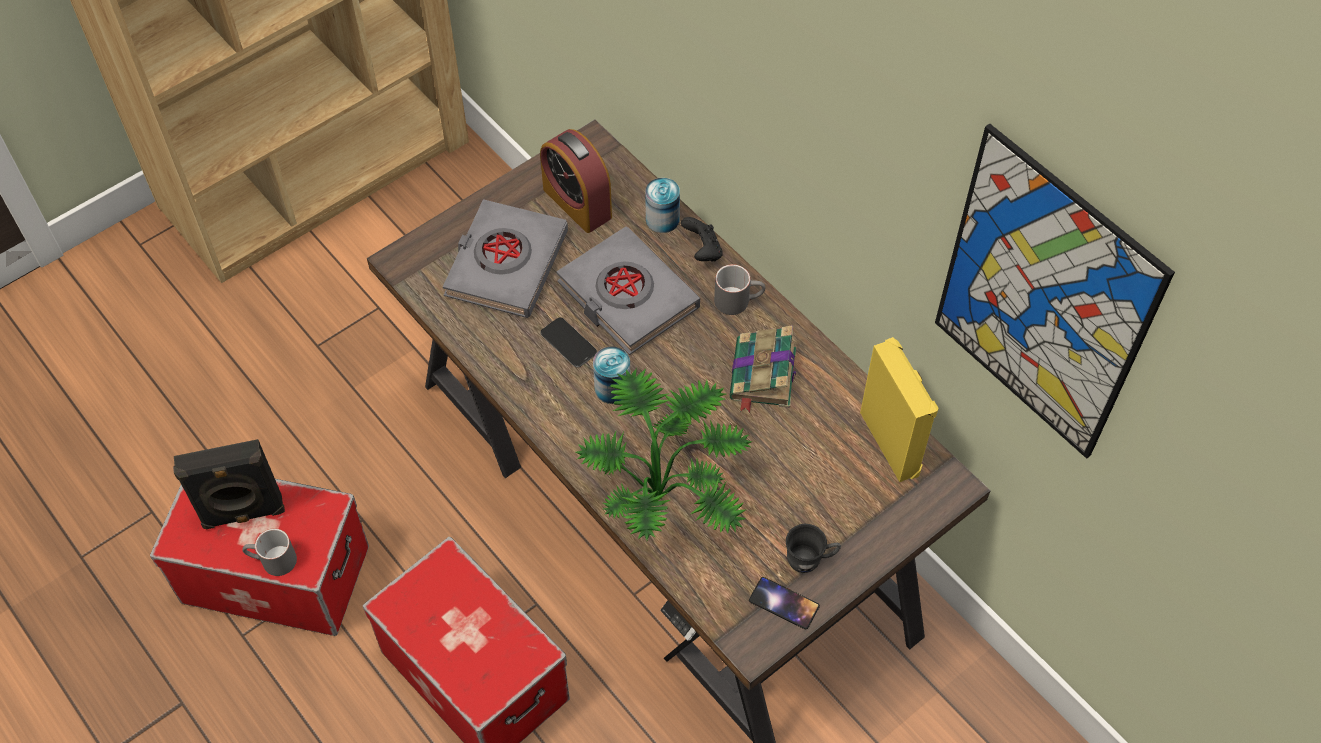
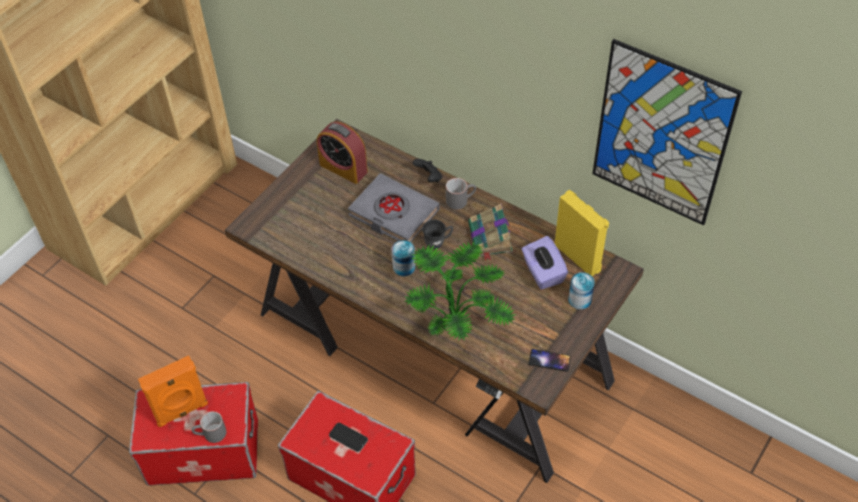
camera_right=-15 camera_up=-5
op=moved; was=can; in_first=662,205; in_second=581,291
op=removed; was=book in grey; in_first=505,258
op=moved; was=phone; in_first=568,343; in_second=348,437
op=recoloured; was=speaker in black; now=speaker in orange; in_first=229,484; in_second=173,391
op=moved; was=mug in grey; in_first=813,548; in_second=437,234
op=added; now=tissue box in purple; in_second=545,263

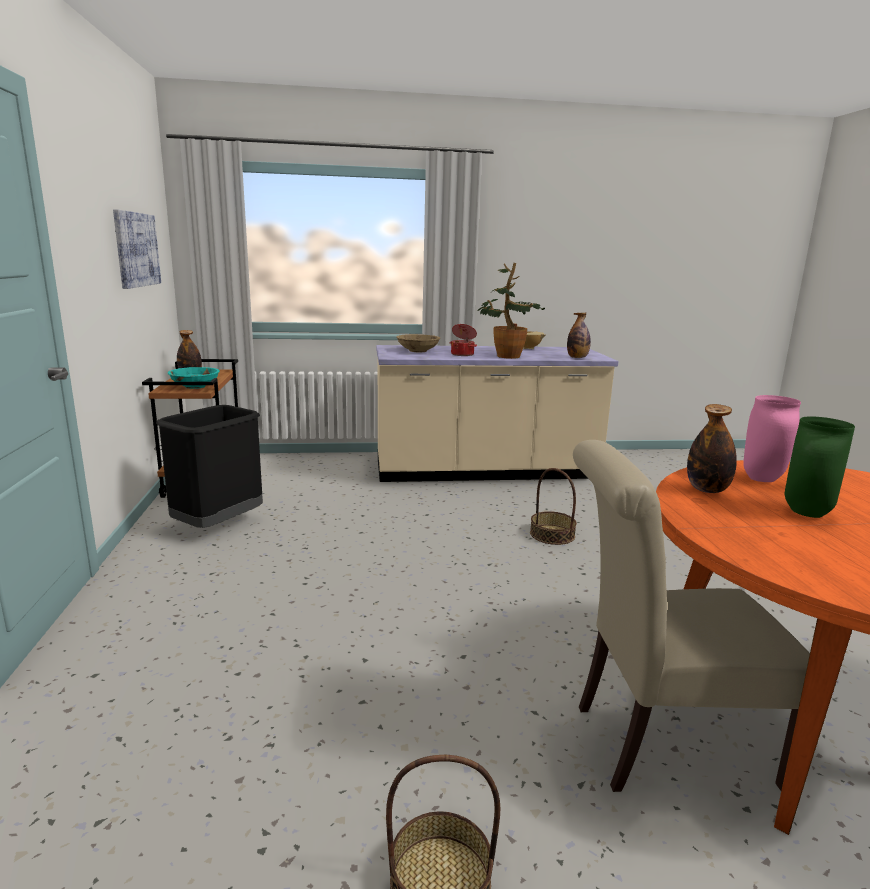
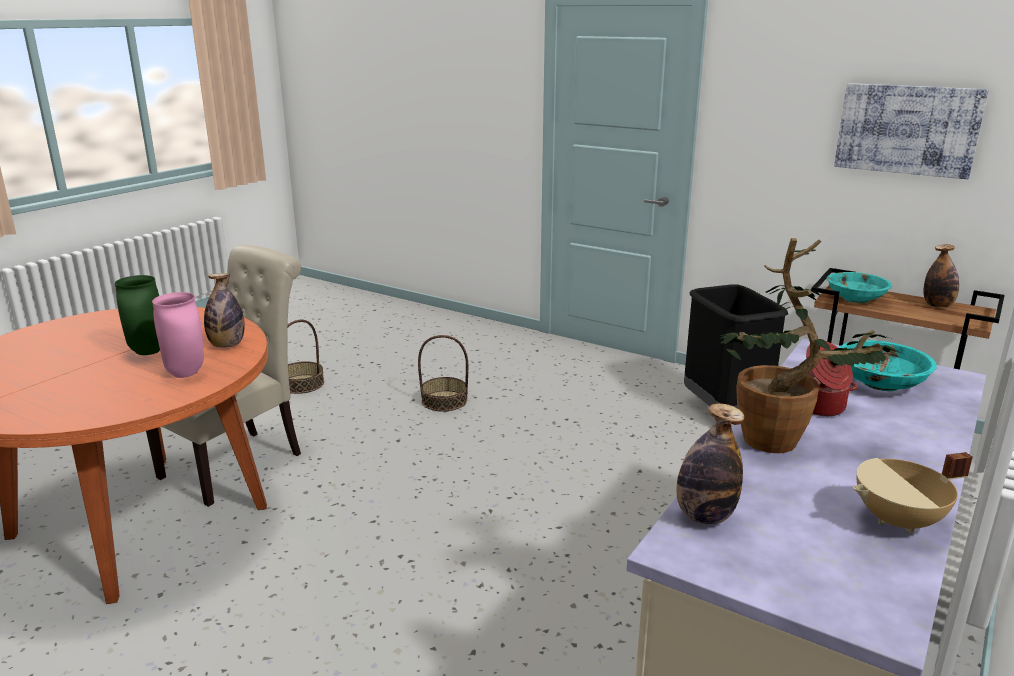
camera_right=130 camera_up=5
op=recoloured; was=bowl in beige; now=bowl in turquoise; in_first=418,343; in_second=888,365
op=moved; was=basket; in_first=553,506; in_second=443,373

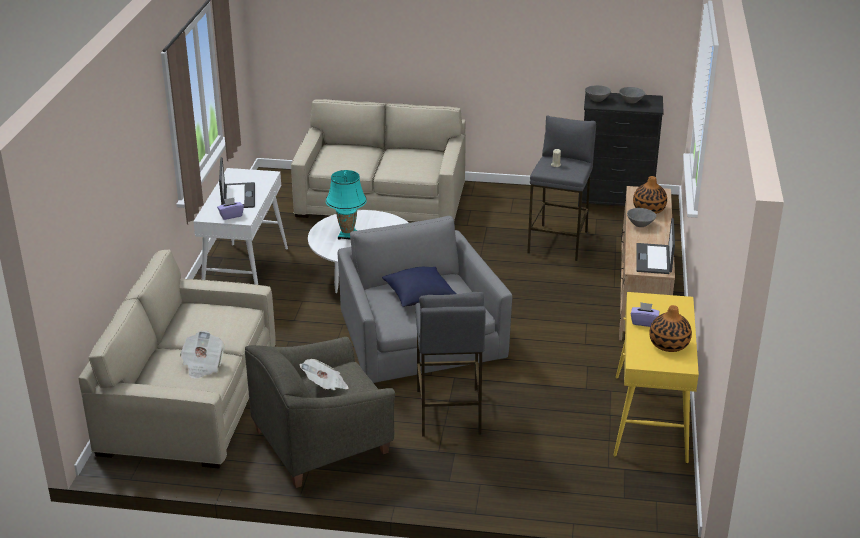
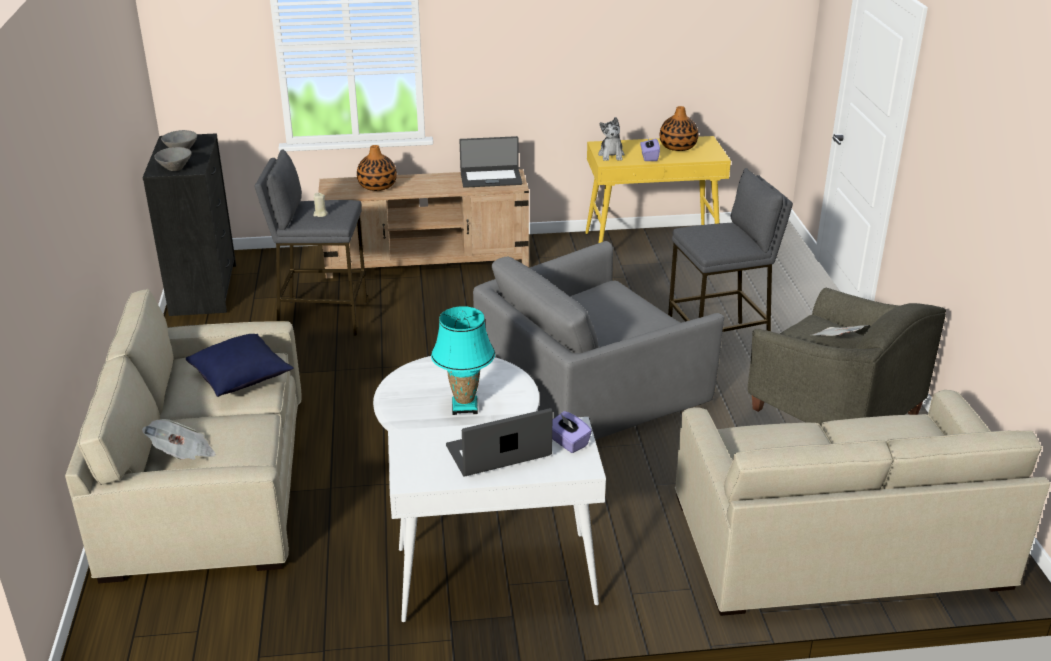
camera_right=-105 camera_up=0
op=removed; was=bowl in grey; in_first=641,217
op=moved; was=pillow in blue; in_first=419,287; in_second=240,365
op=moved; was=newspaper; in_first=202,355; in_second=179,439
op=added; now=plush toy; in_second=611,139

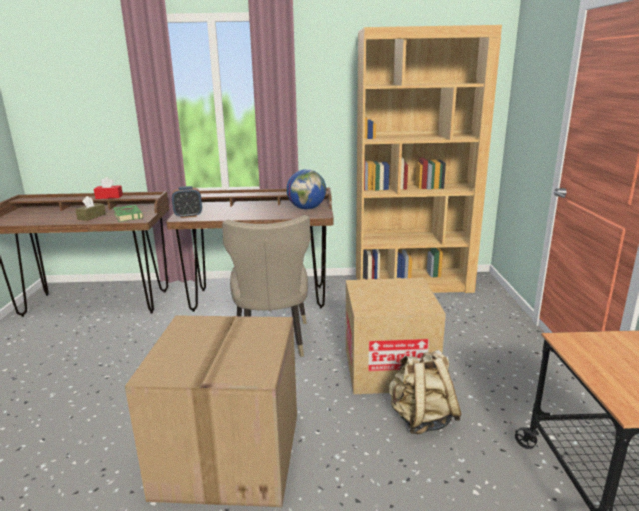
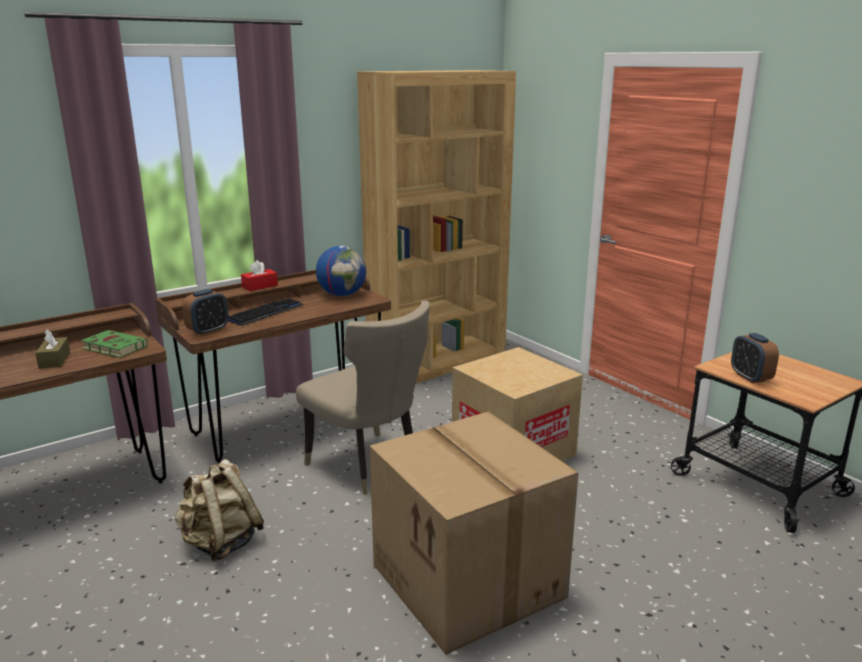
camera_right=-35 camera_up=0
op=moved; was=tissue box in red; in_first=108,188; in_second=259,275
op=moved; was=backpack in beige; in_first=425,392; in_second=219,510
op=added; now=keyboard; in_second=266,312
op=added; now=alarm clock; in_second=755,358

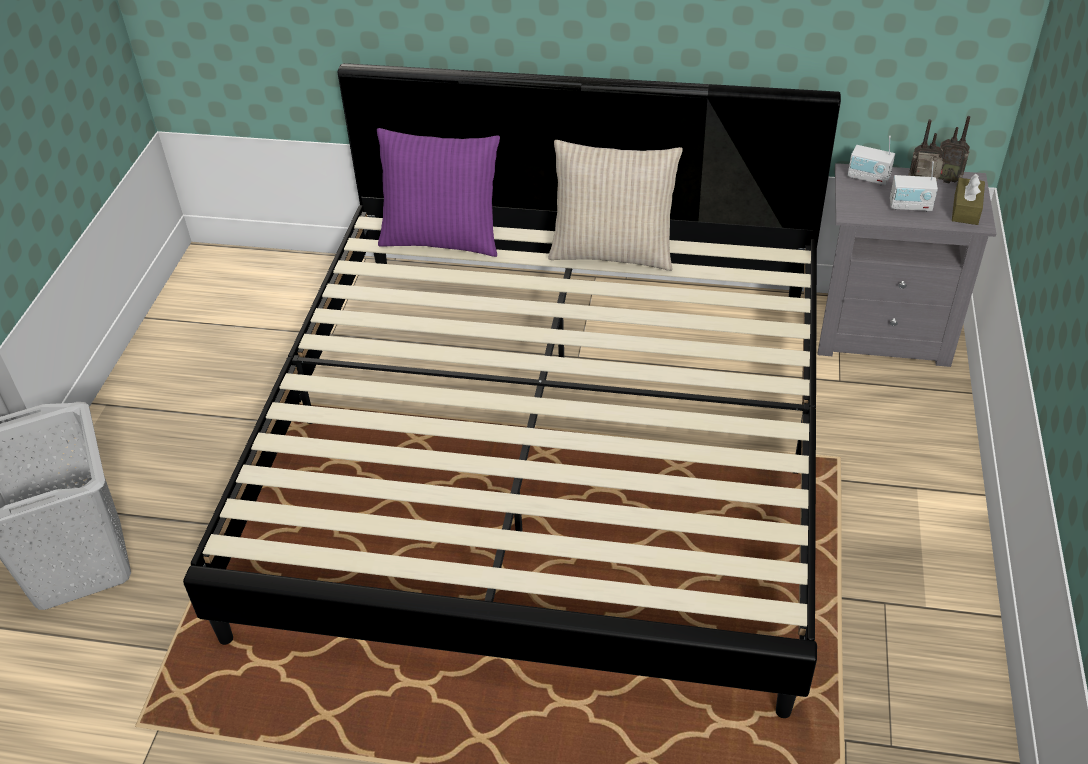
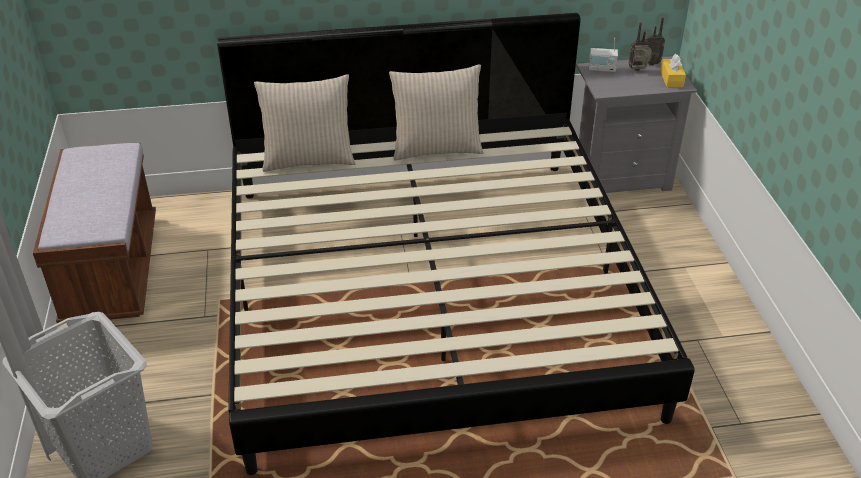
camera_right=-20 camera_up=-5
op=recoloured; was=pillow in purple; now=pillow in beige; in_first=438,192; in_second=304,123
op=removed; was=radio; in_first=914,186
op=recoloured; was=tissue box in brown; now=tissue box in yellow; in_first=968,199; in_second=673,70
op=added; now=bench in brown; in_second=94,233

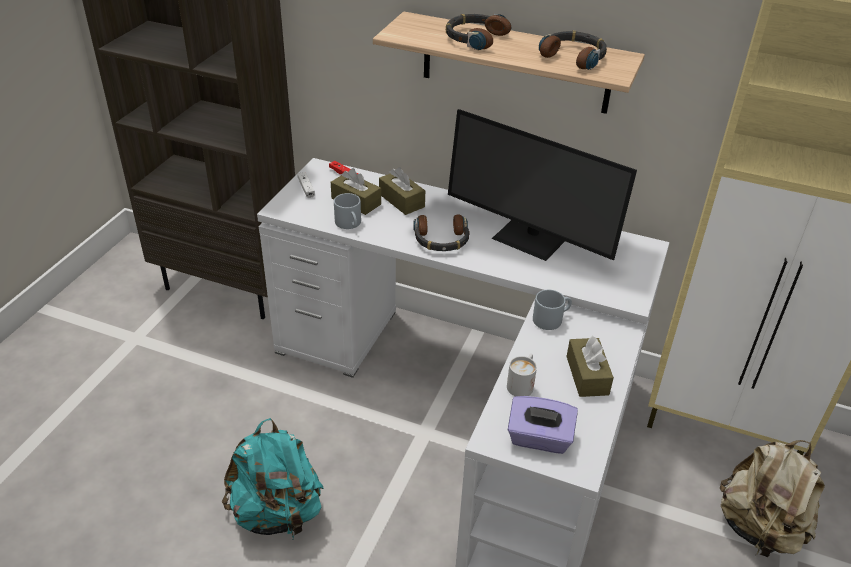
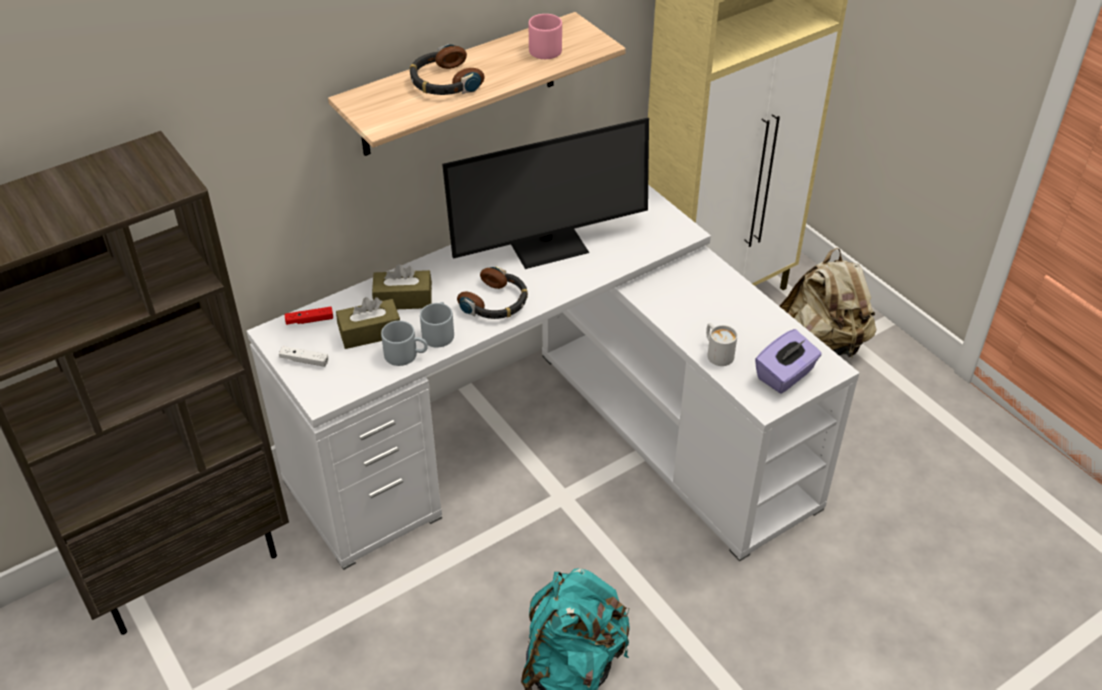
camera_right=-55 camera_up=5
op=replaced; was=headphones; now=mug in pink; in_first=573,50; in_second=545,36
op=moved; was=mug in grey; in_first=552,310; in_second=437,324
op=removed; was=tissue box in brown; in_first=590,366

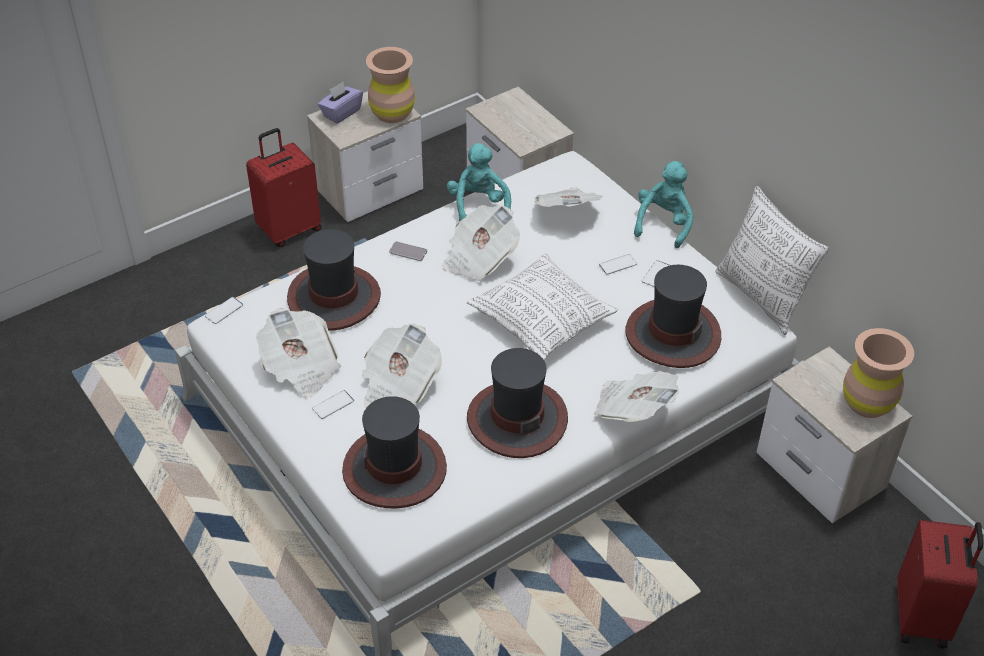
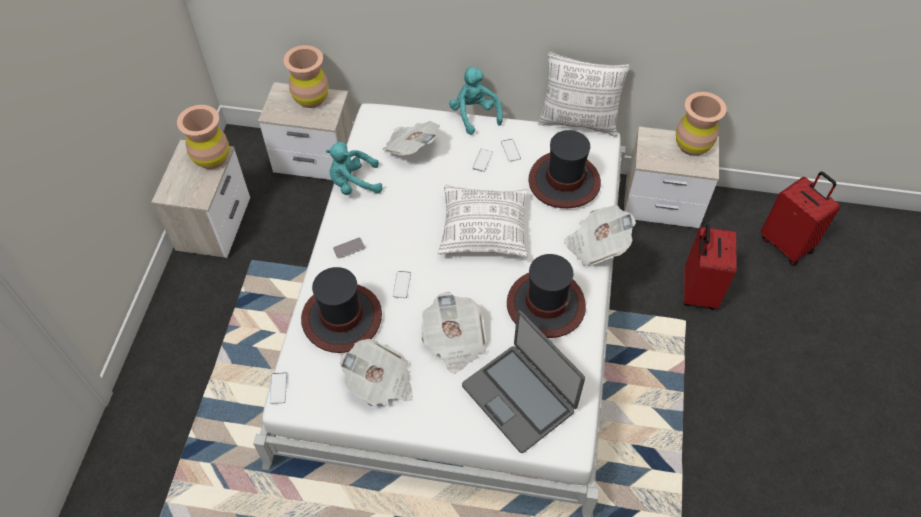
camera_right=-45 camera_up=10
op=removed; was=tissue box in purple; in_first=340,103
op=moved; was=suitcase in red; in_first=283,187; in_second=710,267
op=turned; was=plush toy in turquoise; in_first=479,182; in_second=354,168; clockwise=-45
op=removed; was=newspaper; in_first=481,243
op=moved; was=phone; in_first=333,404; in_second=402,284
op=replaced; was=hat; now=laptop; in_first=394,452; in_second=523,381
op=added; now=vase in brown; in_second=306,76

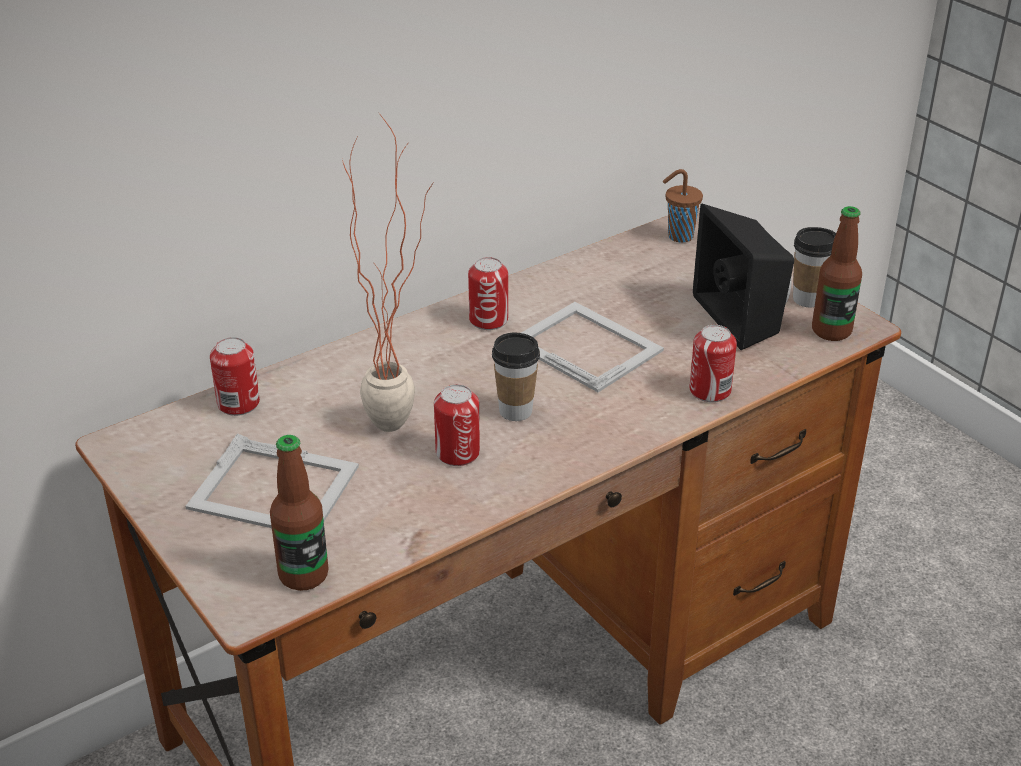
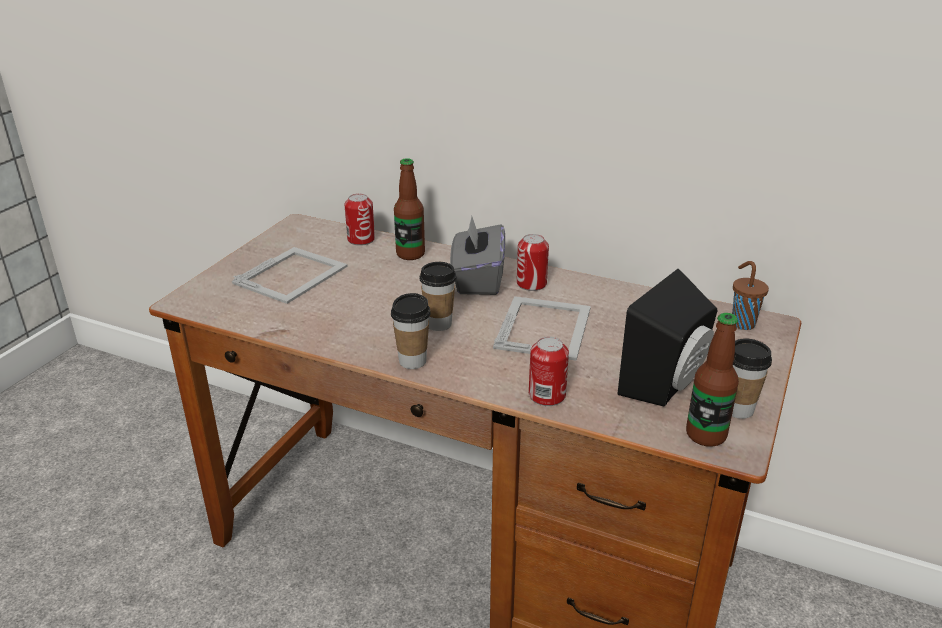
camera_right=60 camera_up=-5
op=removed; was=potted plant; in_first=387,272
op=removed; was=can; in_first=457,425
op=turned; was=picture frame; in_first=272,480; in_second=290,275; clockwise=-135
op=moved; was=bottle; in_first=299,513; in_second=409,209
op=added; now=tissue box in grey; in_second=477,255
op=added; now=cup; in_second=411,331

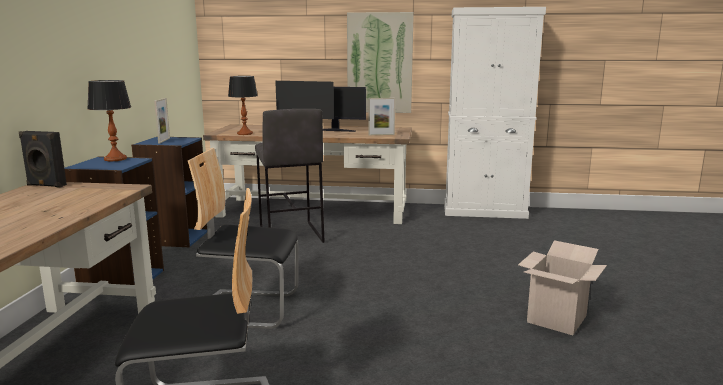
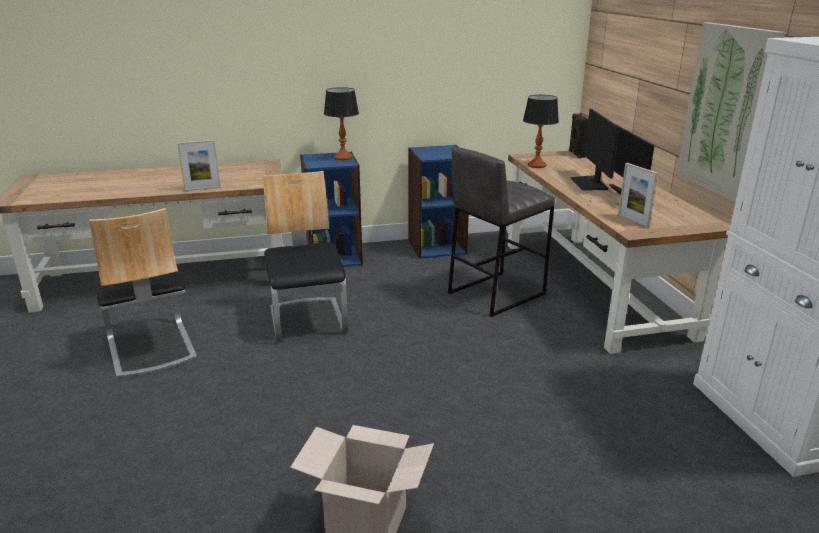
camera_right=70 camera_up=10
op=moved; was=picture frame; in_first=162,120; in_second=199,165
op=moved; was=speaker in black; in_first=43,159; in_second=578,135

